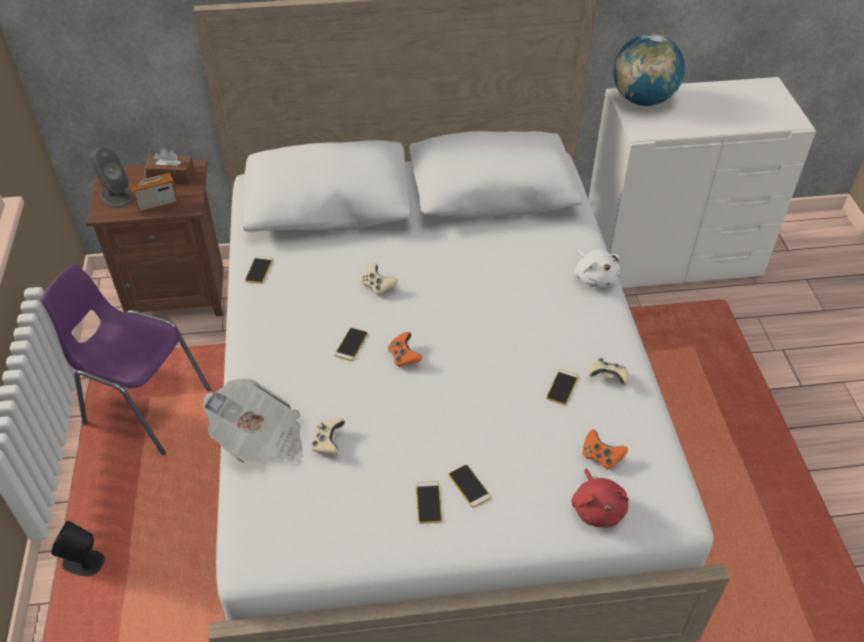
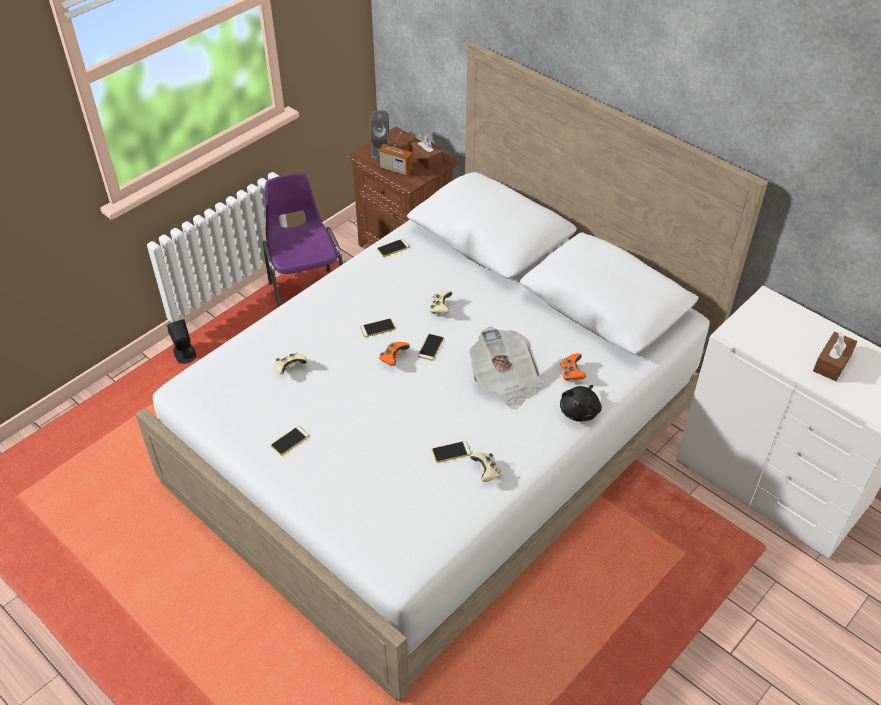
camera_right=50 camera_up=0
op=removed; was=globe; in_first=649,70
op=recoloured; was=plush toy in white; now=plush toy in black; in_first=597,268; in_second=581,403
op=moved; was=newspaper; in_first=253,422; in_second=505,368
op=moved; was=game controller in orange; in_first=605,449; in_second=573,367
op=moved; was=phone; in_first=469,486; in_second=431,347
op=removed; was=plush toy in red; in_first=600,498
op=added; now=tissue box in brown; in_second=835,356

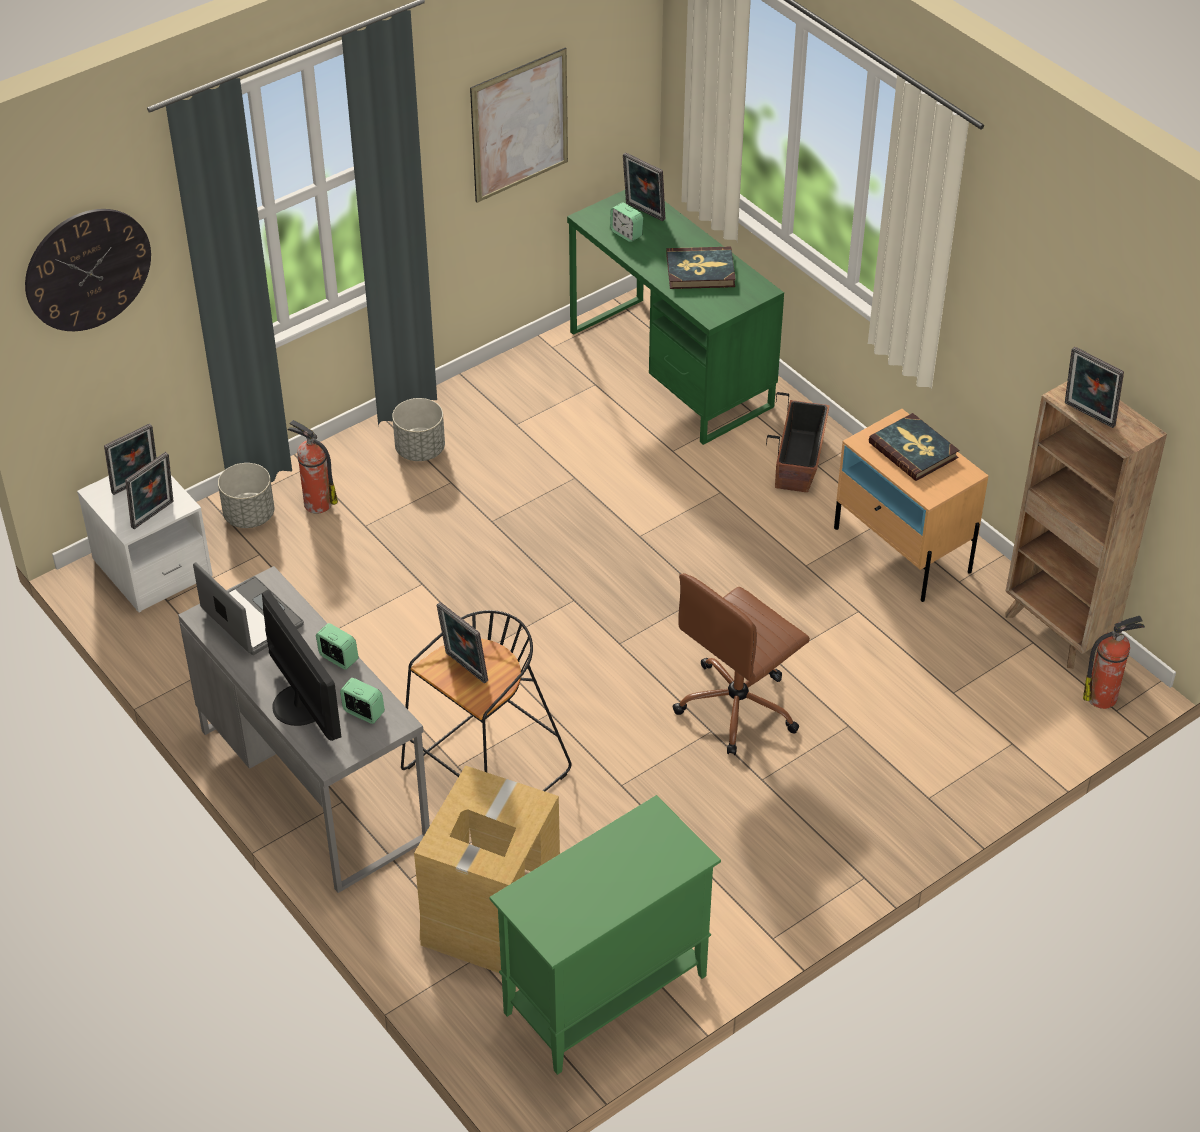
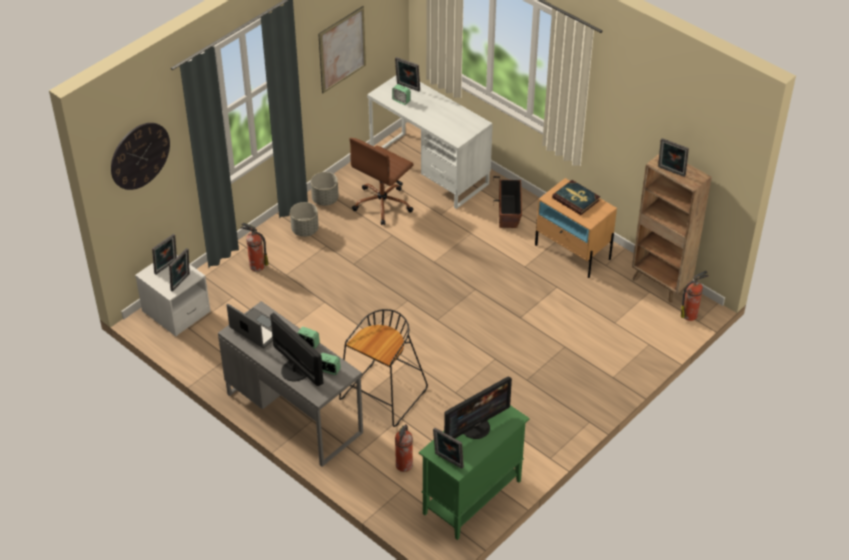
camera_right=-10 camera_up=0
op=recoloured; was=desk in green; now=desk in white; in_first=675,317; in_second=430,142
op=removed; was=book; in_first=701,268
op=moved; was=planter in grey; in_first=246,495; in_second=325,189
op=moved; was=office chair in brown; in_first=741,664; in_second=381,181
op=moved; was=picture frame; in_first=462,643; in_second=448,448
op=replaced; was=cardboard box; now=fire extinguisher; in_first=487,869; in_second=404,448
op=added; now=monitor; in_second=478,407

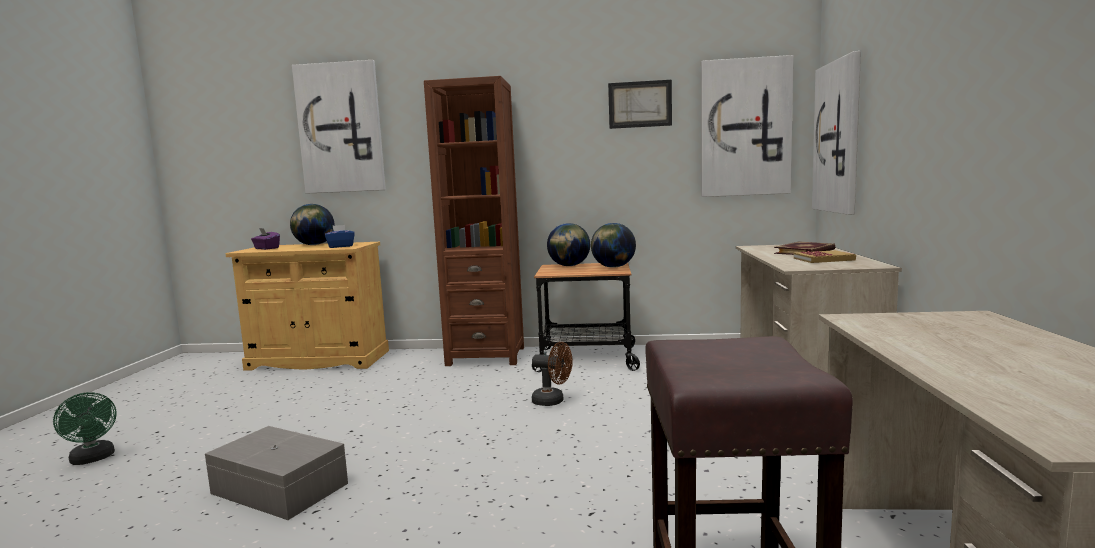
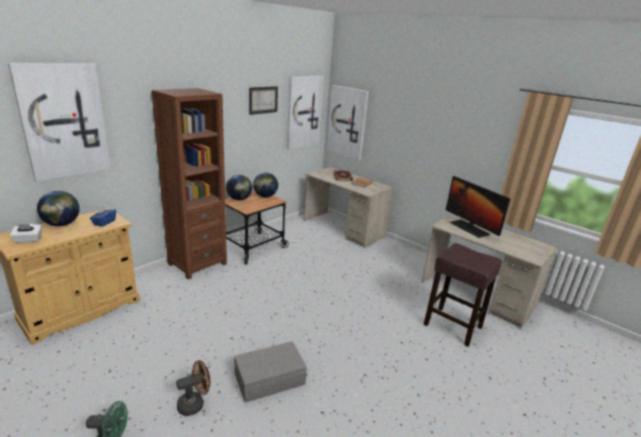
camera_right=-55 camera_up=15
op=recoloured; was=tissue box in purple; now=tissue box in white; in_first=265,239; in_second=26,233
op=moved; was=fan in brown; in_first=552,374; in_second=193,388
op=added; now=monitor; in_second=478,207

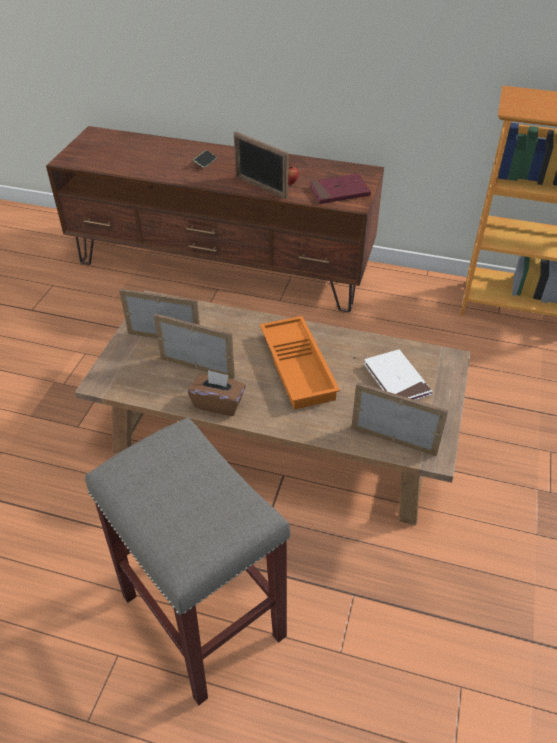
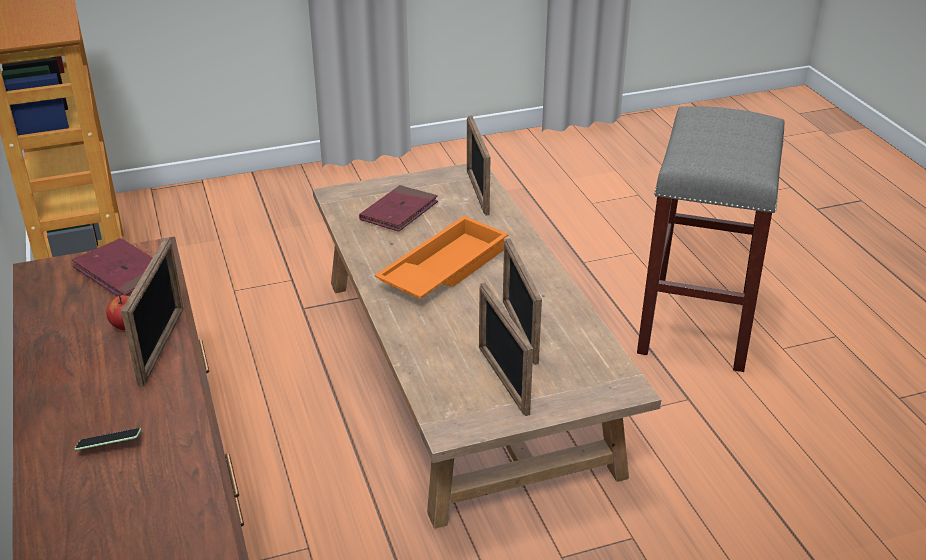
camera_right=-125 camera_up=-10
op=recoloured; was=book in white; now=book in red; in_first=398,374; in_second=398,208
op=removed; was=tissue box in brown; in_first=217,393

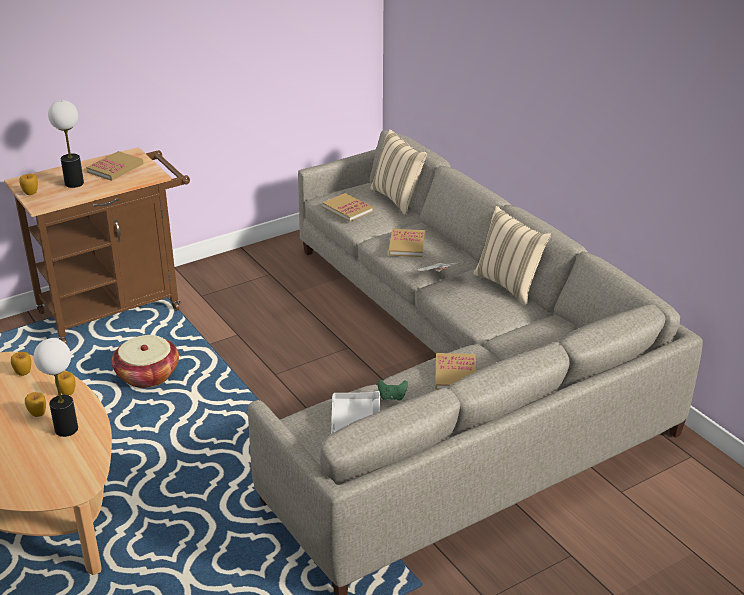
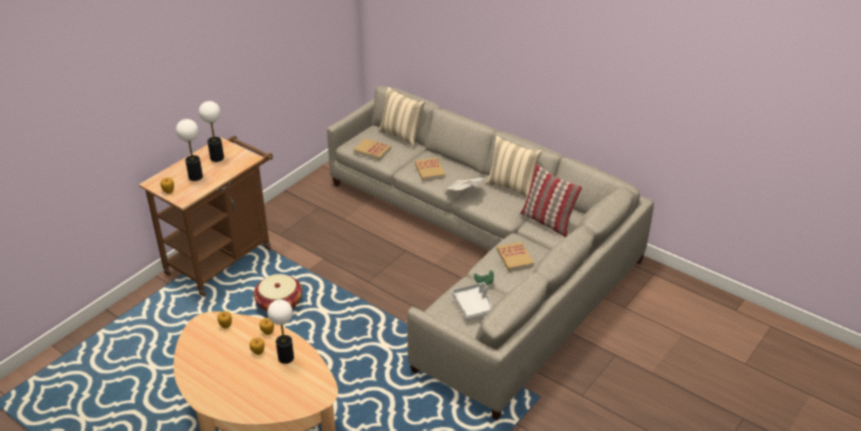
camera_right=-20 camera_up=5
op=replaced; was=book; now=table lamp; in_first=115,166; in_second=211,131
op=added; now=pillow; in_second=551,200

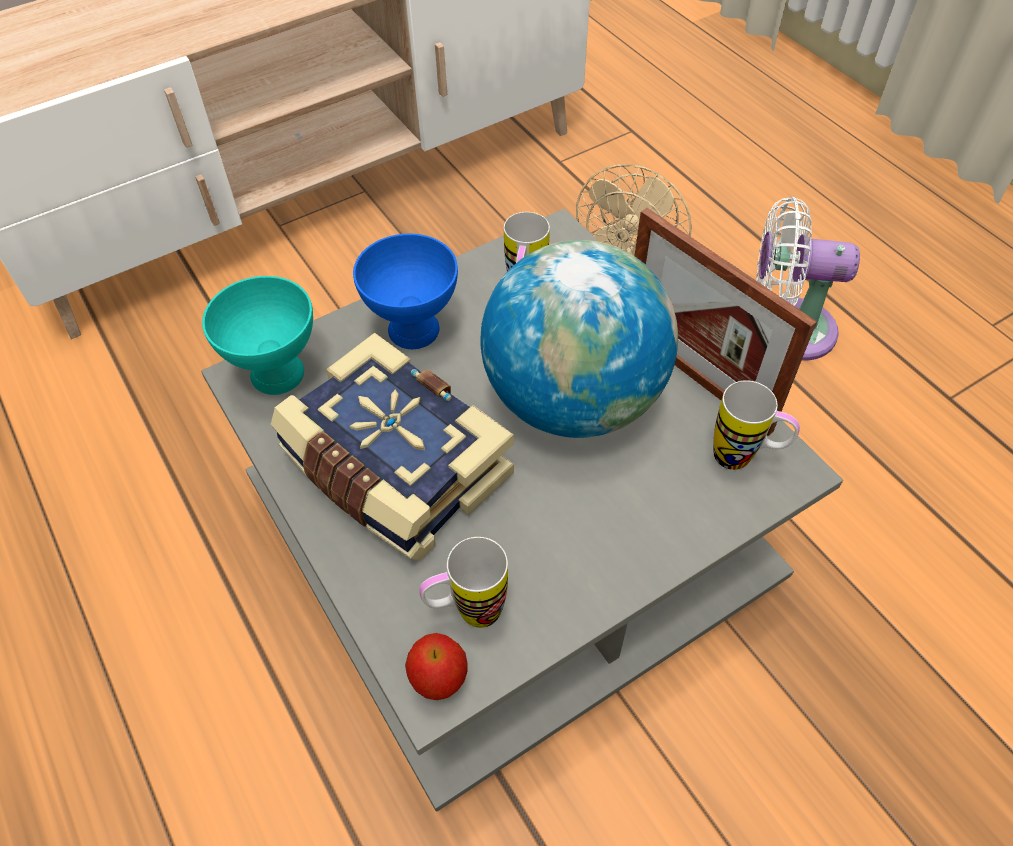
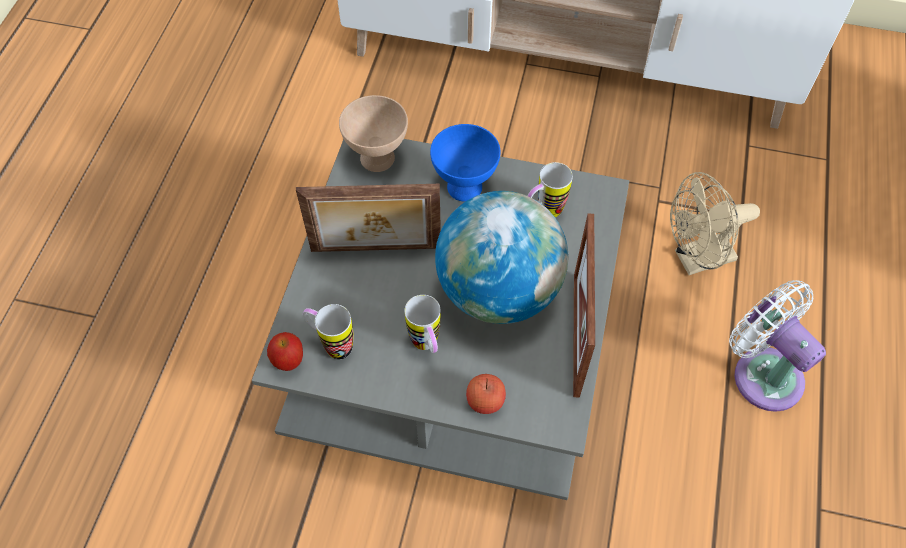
camera_right=45 camera_up=5
op=recoloured; was=bowl in turquoise; now=bowl in beige; in_first=257,335; in_second=373,133
op=replaced; was=book; now=picture frame; in_first=392,446; in_second=368,218
op=moved; was=mug; in_first=756,425; in_second=422,324
op=added; now=apple; in_second=486,394

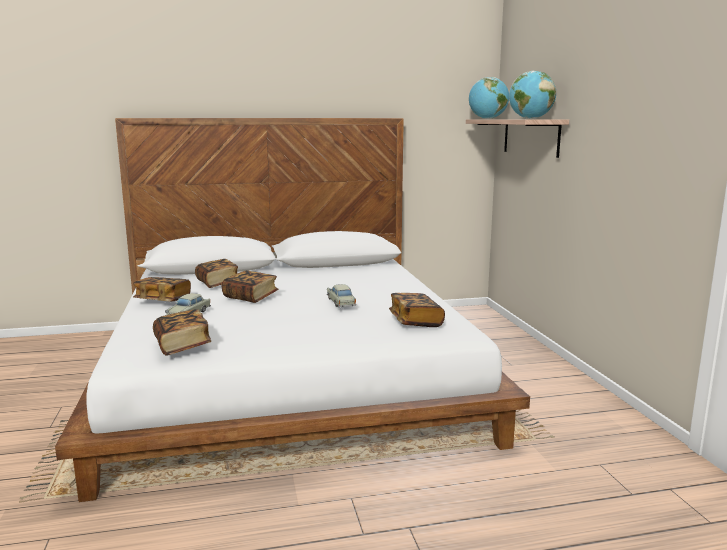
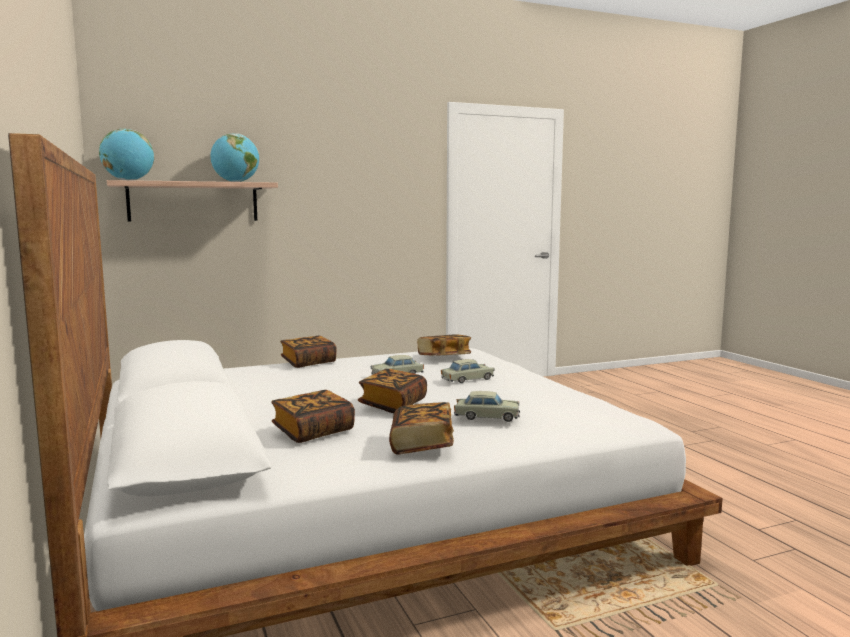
camera_right=-100 camera_up=-5
op=moved; was=book; in_first=182,332; in_second=308,352
op=added; now=toy car in beige; in_second=468,371

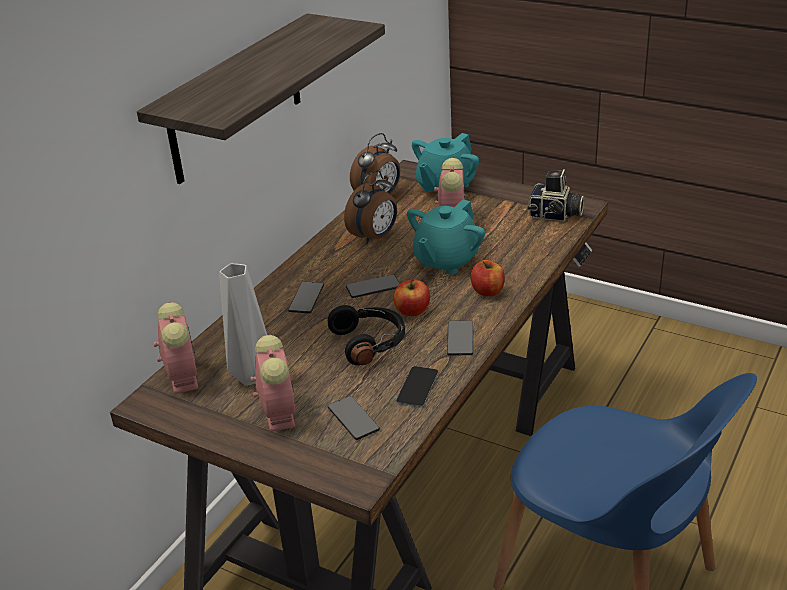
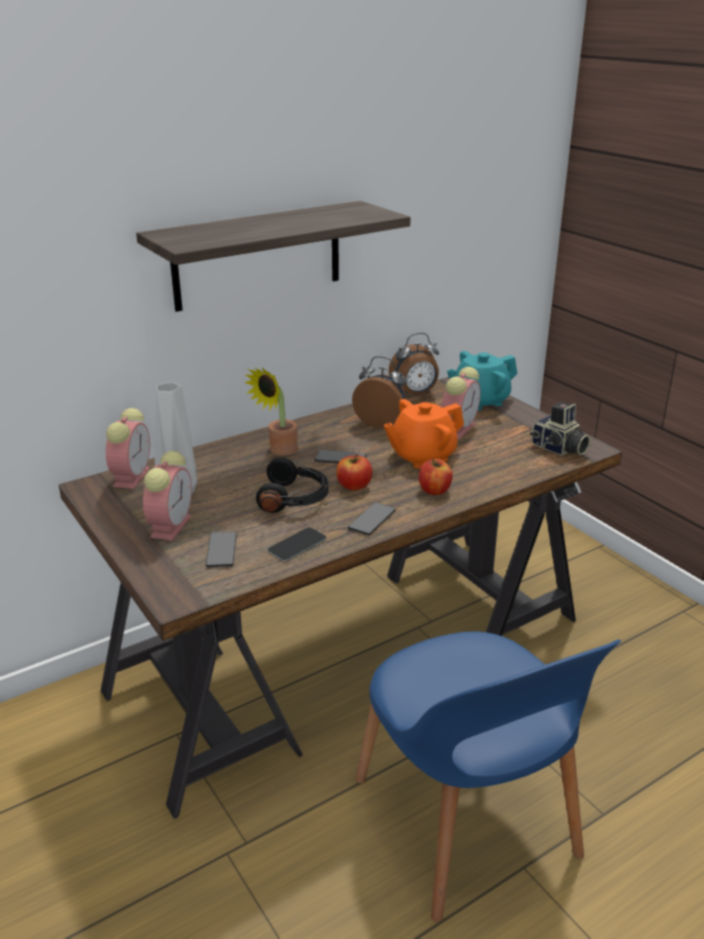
camera_right=25 camera_up=-5
op=turned; was=alarm clock; in_first=370,207; in_second=379,392; clockwise=-135
op=recoloured; was=teapot in turquoise; now=teapot in orange; in_first=446,236; in_second=424,434
op=replaced; was=phone; now=potted plant; in_first=306,297; in_second=271,411

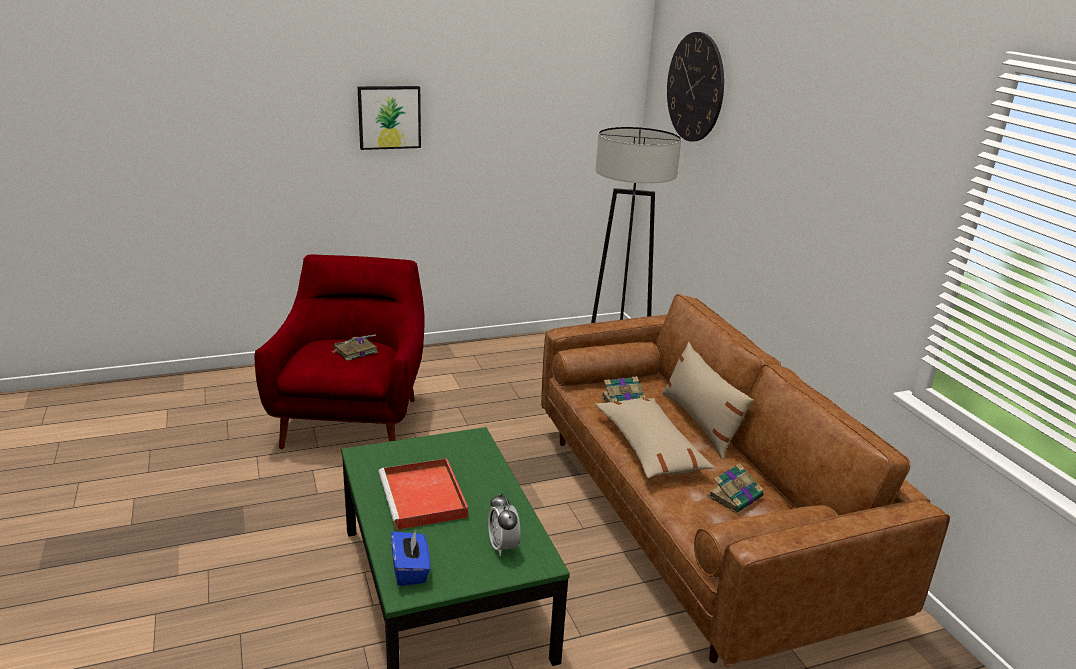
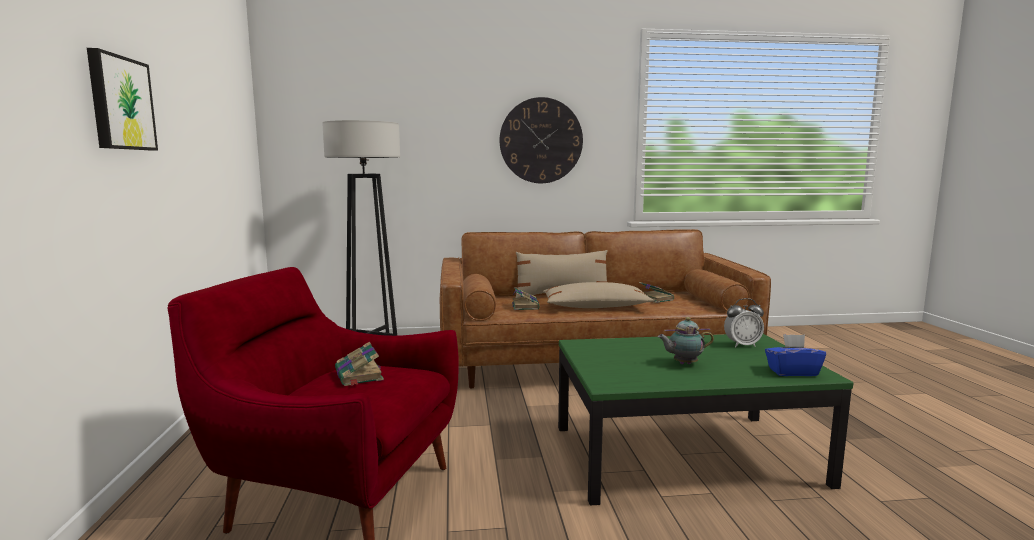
camera_right=-75 camera_up=-15
op=moved; was=wall clock; in_first=695,87; in_second=541,140
op=replaced; was=tray in red; now=teapot; in_first=423,494; in_second=686,340

